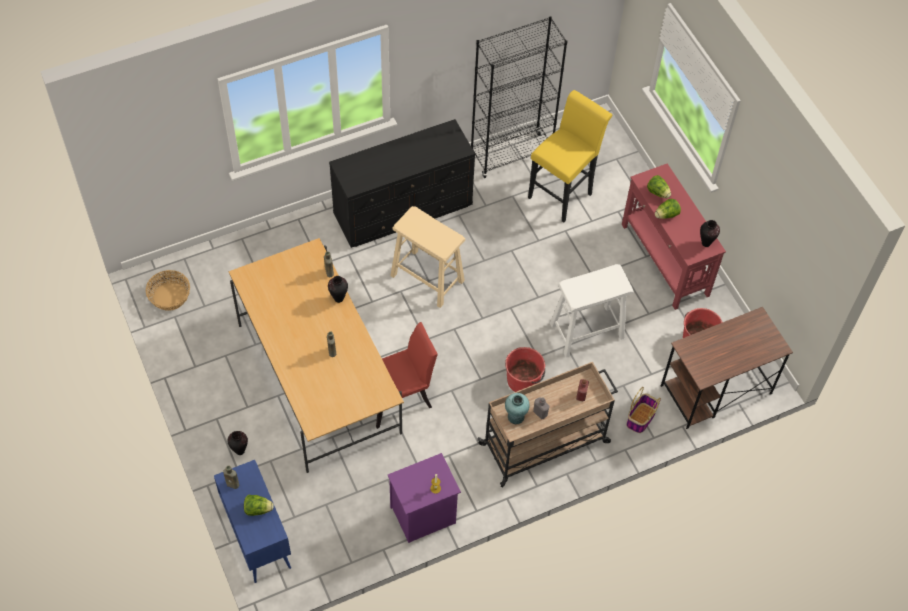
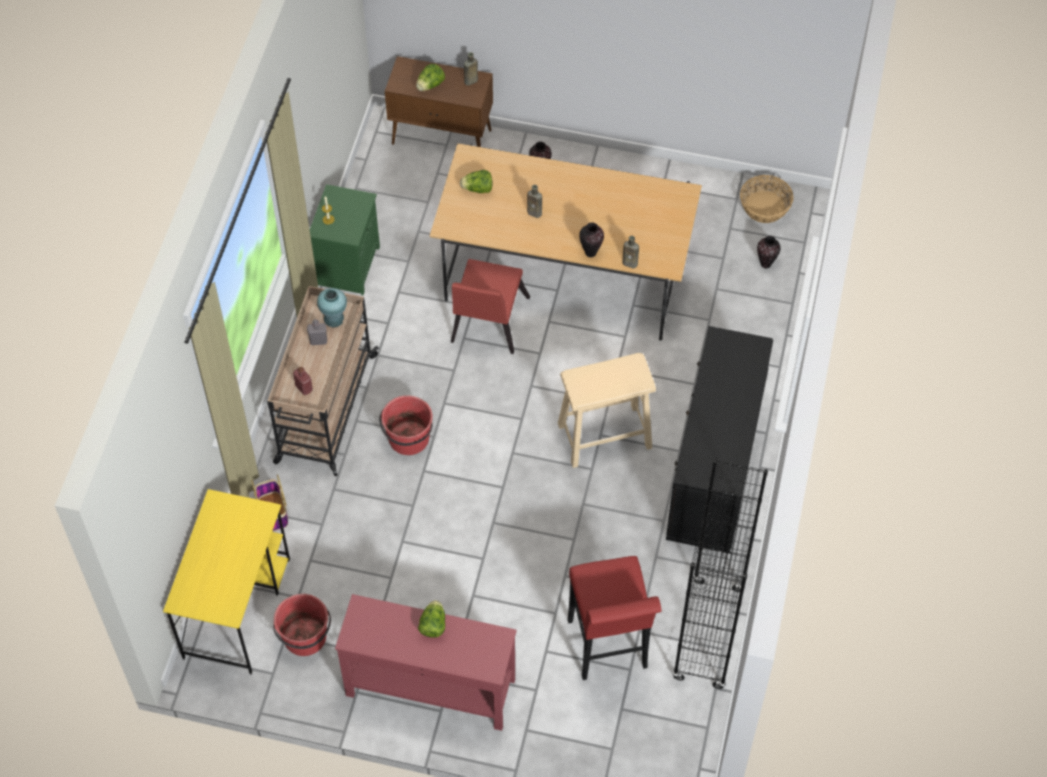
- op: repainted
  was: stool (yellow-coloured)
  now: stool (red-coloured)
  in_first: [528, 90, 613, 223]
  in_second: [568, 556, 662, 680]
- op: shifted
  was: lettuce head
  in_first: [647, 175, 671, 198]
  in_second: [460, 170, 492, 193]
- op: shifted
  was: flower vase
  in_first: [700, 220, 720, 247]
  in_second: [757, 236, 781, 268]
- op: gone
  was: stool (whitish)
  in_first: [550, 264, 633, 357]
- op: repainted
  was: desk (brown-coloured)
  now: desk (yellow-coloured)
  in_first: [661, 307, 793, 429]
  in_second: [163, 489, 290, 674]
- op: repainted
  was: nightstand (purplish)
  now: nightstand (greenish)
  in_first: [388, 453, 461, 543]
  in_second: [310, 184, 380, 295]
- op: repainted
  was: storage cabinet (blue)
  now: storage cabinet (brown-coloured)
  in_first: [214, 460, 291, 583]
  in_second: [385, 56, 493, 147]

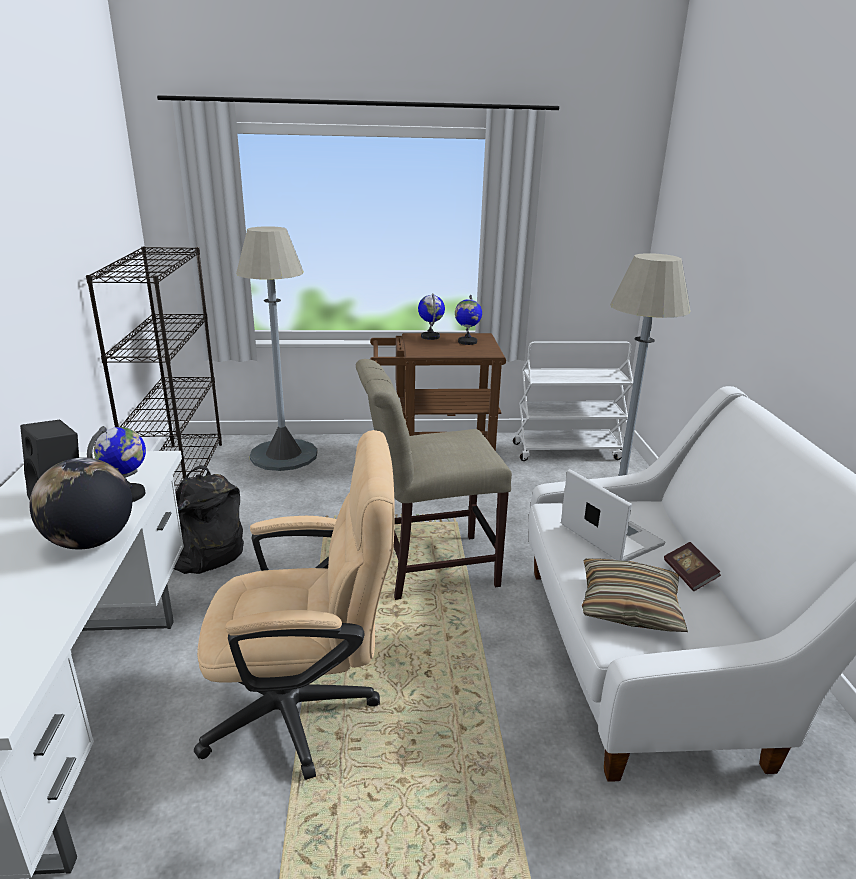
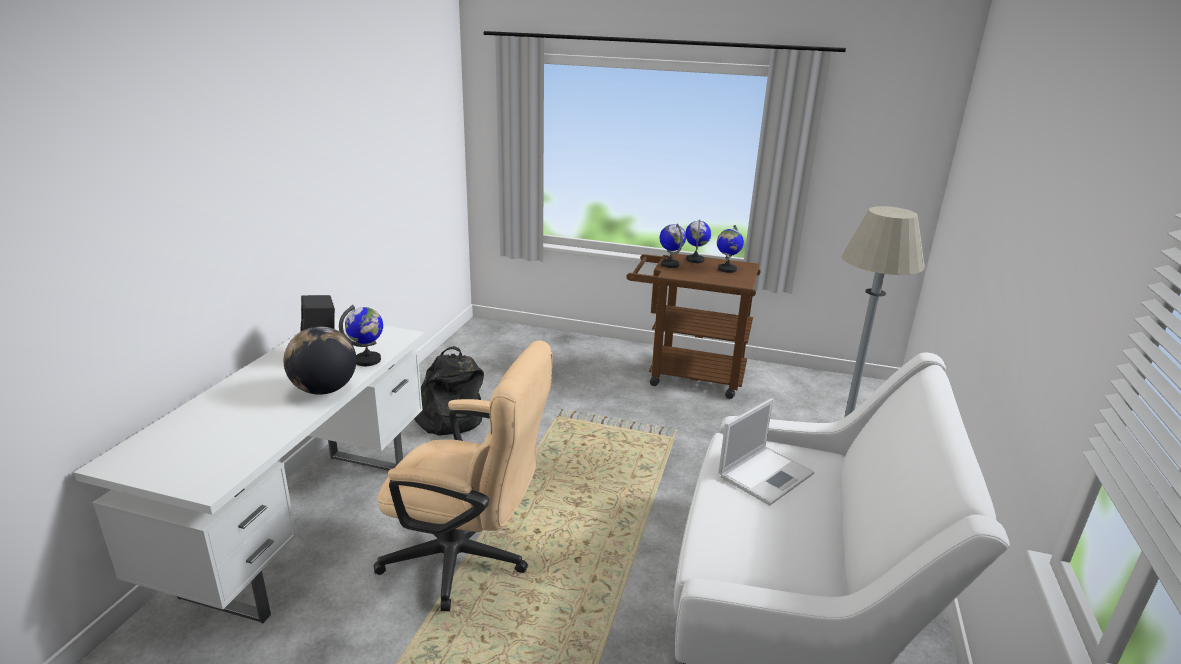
- op: gone
  was: standard lamp (grey)
  in_first: [236, 226, 317, 471]
- op: gone
  was: bookcase (black)
  in_first: [86, 247, 222, 491]
- op: gone
  was: cart (whitish)
  in_first: [513, 342, 633, 461]
- op: gone
  was: upright chair (beige)
  in_first: [356, 359, 512, 600]
- op: rotated
  was: portable computer
  in_first: [561, 469, 665, 561]
  in_second: [718, 398, 814, 506]
  clockwise: 60
- op: gone
  was: bound book
  in_first: [664, 542, 721, 591]
- op: gone
  was: pillow
  in_first: [582, 558, 688, 632]
- op: new
  now: globe
  in_second: [660, 223, 686, 268]

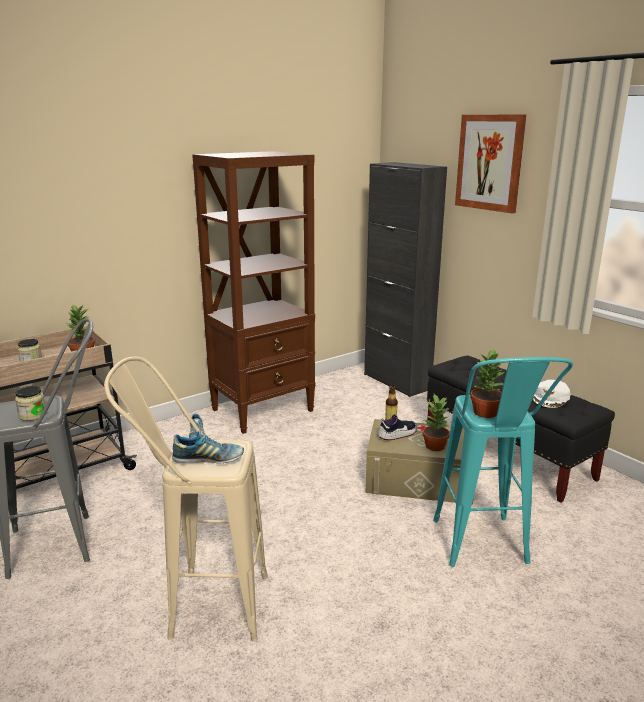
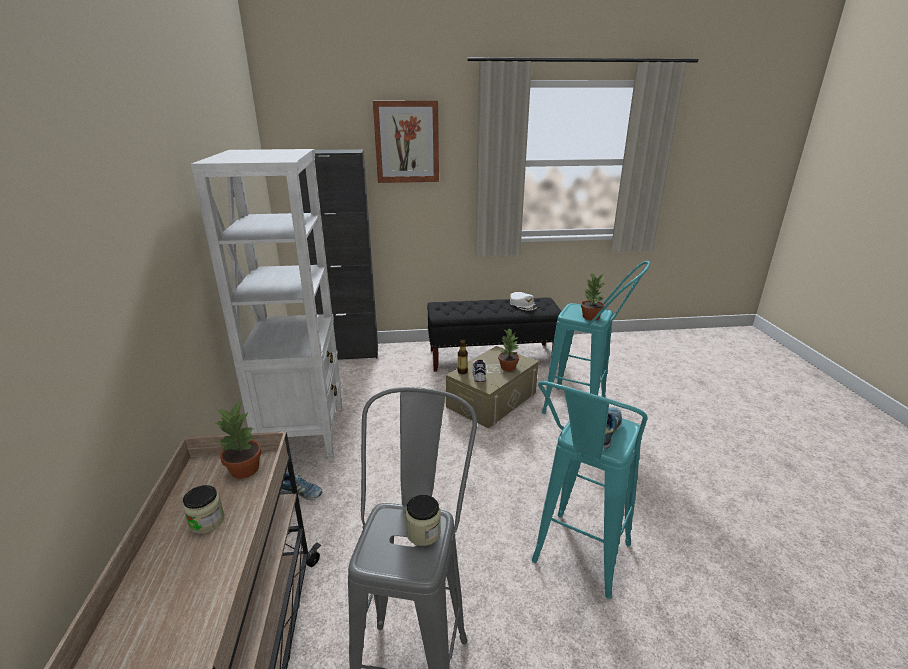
- op: repainted
  was: bookcase (brown-coloured)
  now: bookcase (whitish)
  in_first: [192, 151, 315, 434]
  in_second: [191, 149, 342, 460]
- op: repainted
  was: stool (beige)
  now: stool (blue-green)
  in_first: [104, 357, 268, 642]
  in_second: [532, 381, 648, 599]

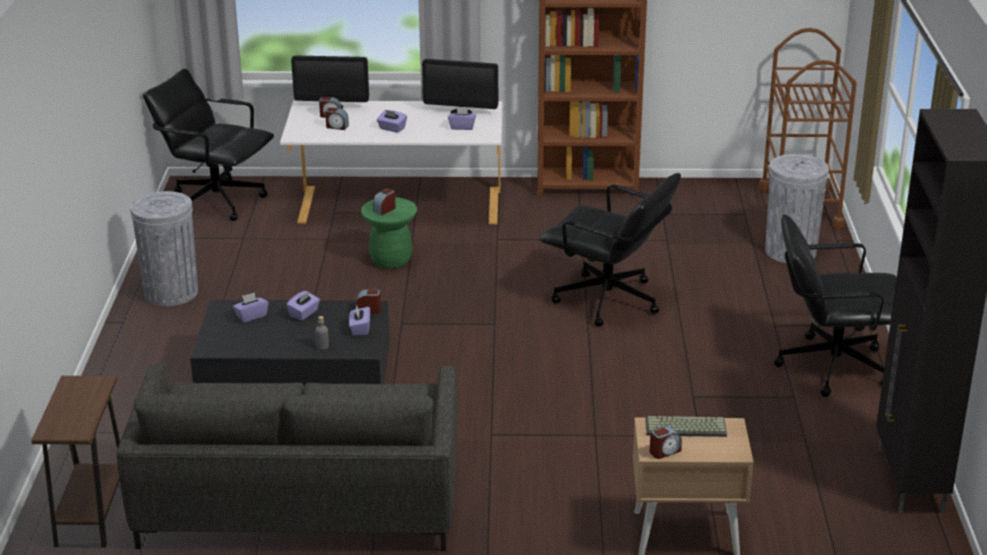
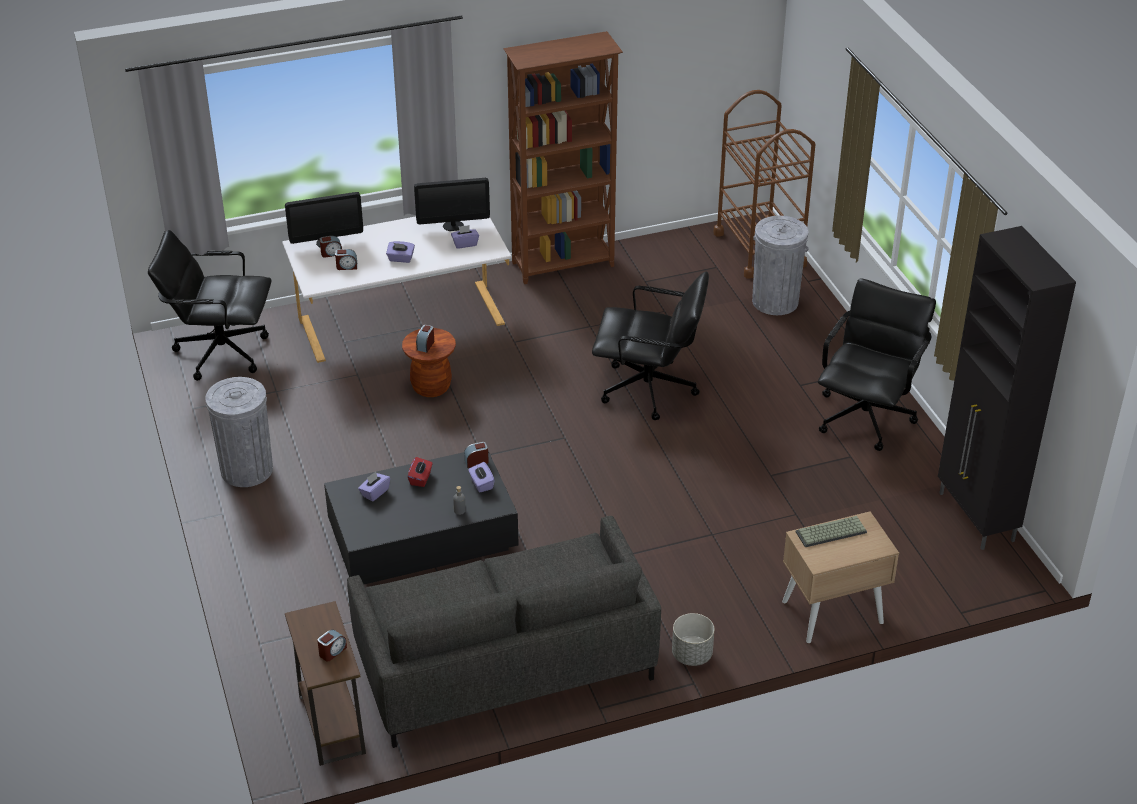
- op: repainted
  was: stool (greenish)
  now: stool (brown-coloured)
  in_first: [361, 197, 417, 269]
  in_second: [402, 328, 456, 397]
- op: rotated
  was: office chair (black)
  in_first: [774, 214, 897, 397]
  in_second: [818, 278, 936, 451]
  clockwise: 135
- op: repainted
  was: tissue box (purplish)
  now: tissue box (red-coloured)
  in_first: [286, 291, 320, 320]
  in_second: [408, 457, 433, 487]
- op: shifted
  was: alarm clock
  in_first: [650, 426, 682, 459]
  in_second: [317, 630, 347, 661]
- op: new
  now: flower pot (grey)
  in_second: [672, 613, 714, 666]

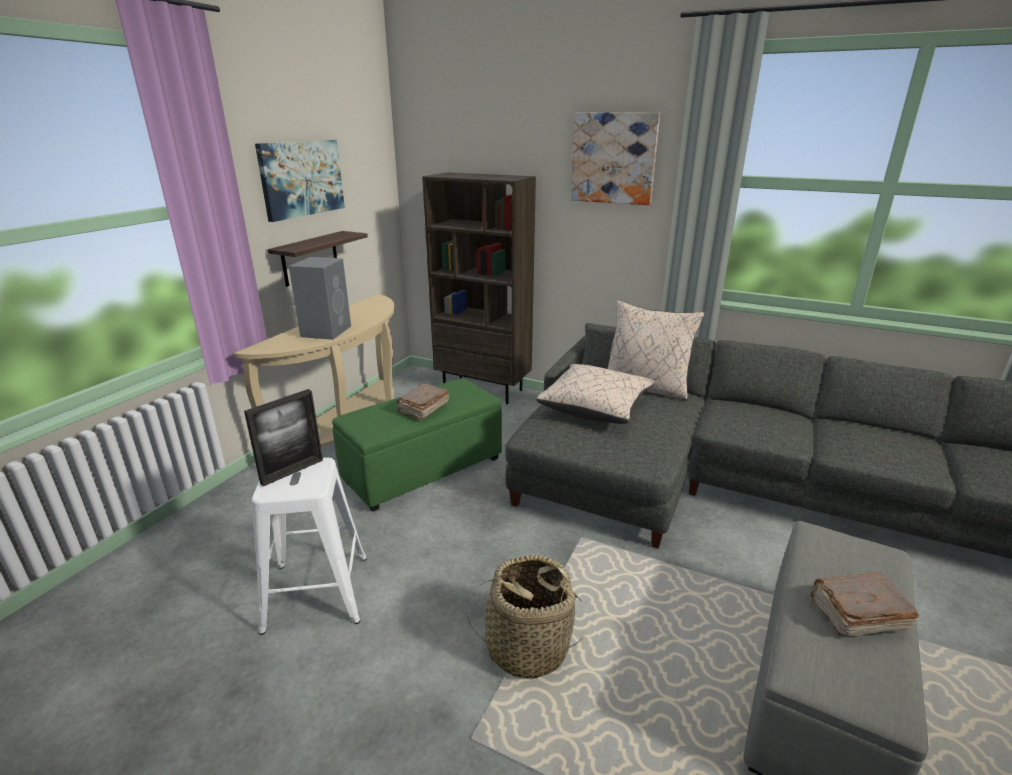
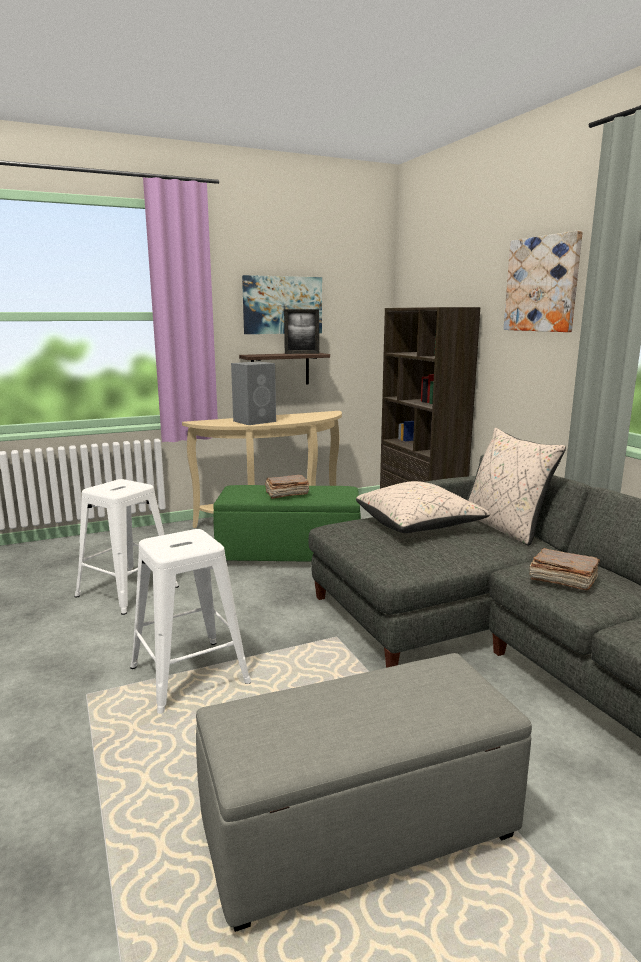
- op: shifted
  was: photo frame
  in_first: [244, 389, 323, 486]
  in_second: [284, 309, 319, 354]
- op: swapped
  was: household basket
  now: stool (whitish)
  in_first: [466, 555, 582, 679]
  in_second: [130, 529, 251, 714]
- op: shifted
  was: bound book (brown-coloured)
  in_first: [811, 572, 919, 636]
  in_second: [529, 548, 600, 590]

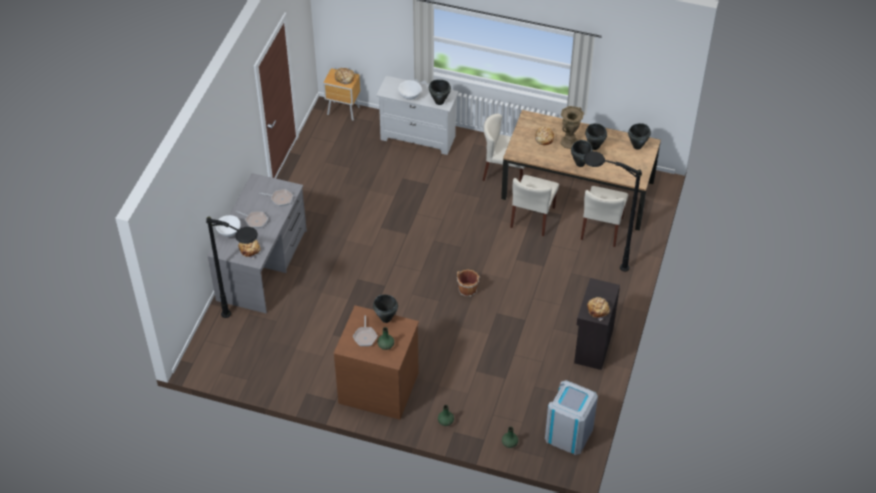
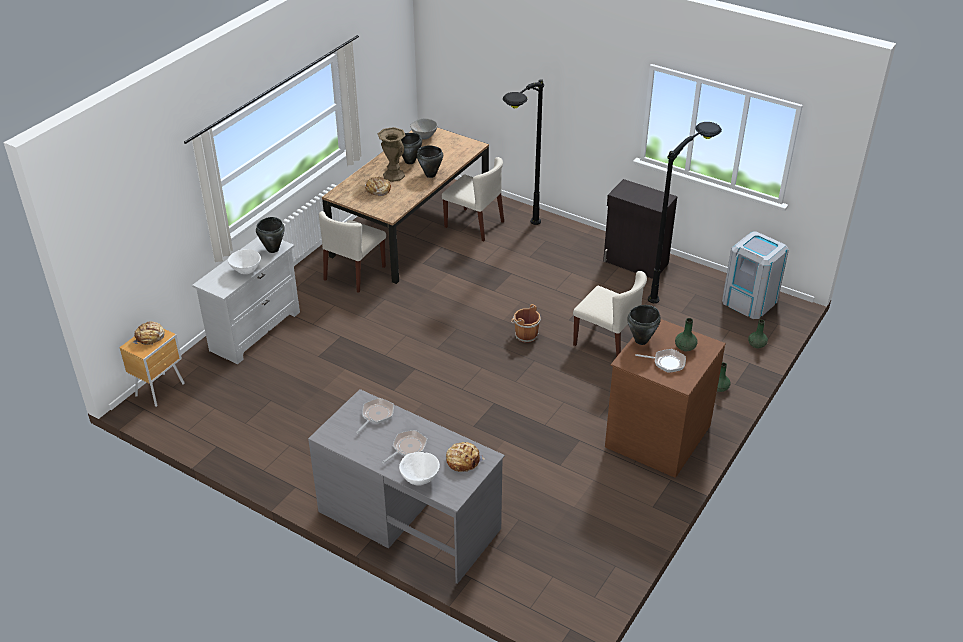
- op: swapped
  was: saucepot (black)
  now: bowl (grey)
  in_first: [628, 123, 651, 150]
  in_second: [410, 118, 438, 139]
- op: shifted
  was: upright chair (beige)
  in_first: [510, 175, 559, 236]
  in_second: [573, 271, 647, 357]
- op: shifted
  was: standard lamp (black)
  in_first: [206, 217, 258, 318]
  in_second: [648, 122, 722, 303]
- op: gone
  was: baked bread
  in_first: [587, 297, 610, 321]

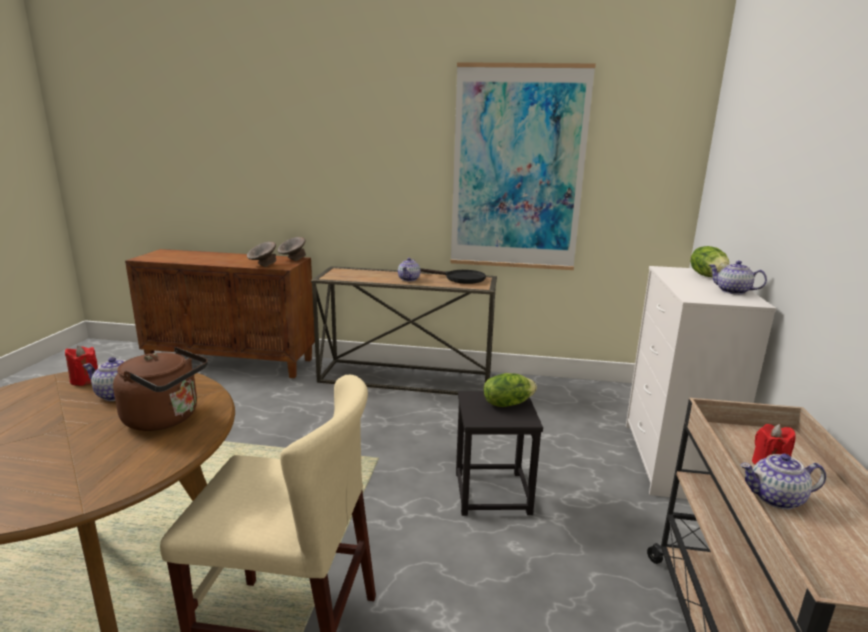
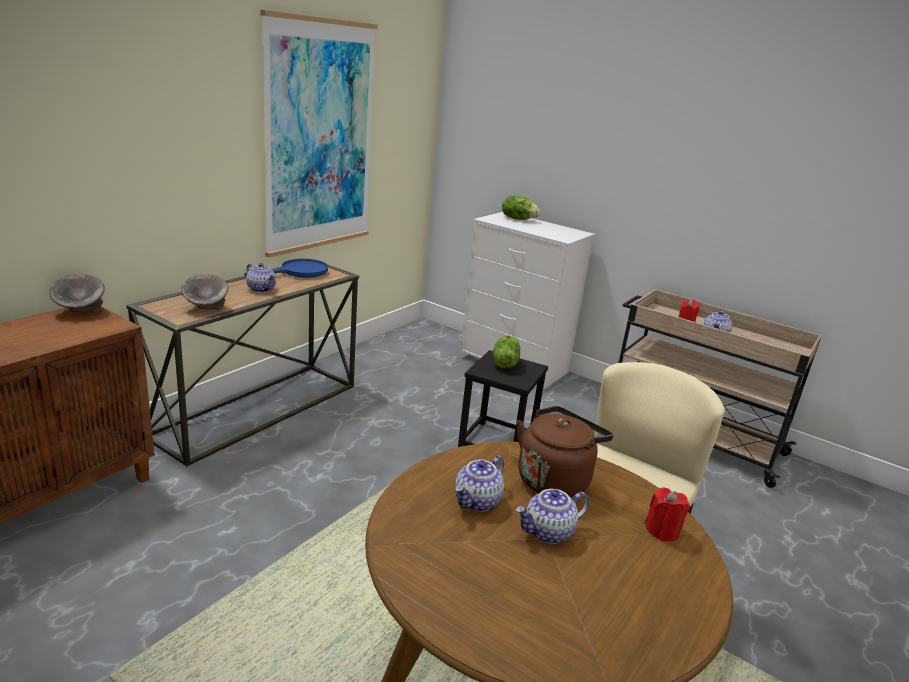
- op: shifted
  was: bowl (grey)
  in_first: [247, 242, 276, 267]
  in_second: [182, 274, 228, 310]
- op: shifted
  was: pot for tea
  in_first: [709, 261, 767, 295]
  in_second: [516, 489, 589, 544]
- op: repainted
  was: pan (black)
  now: pan (blue)
  in_first: [420, 268, 486, 284]
  in_second: [244, 259, 328, 278]
- op: shifted
  was: candle (red-coloured)
  in_first: [65, 346, 98, 386]
  in_second: [645, 487, 690, 541]

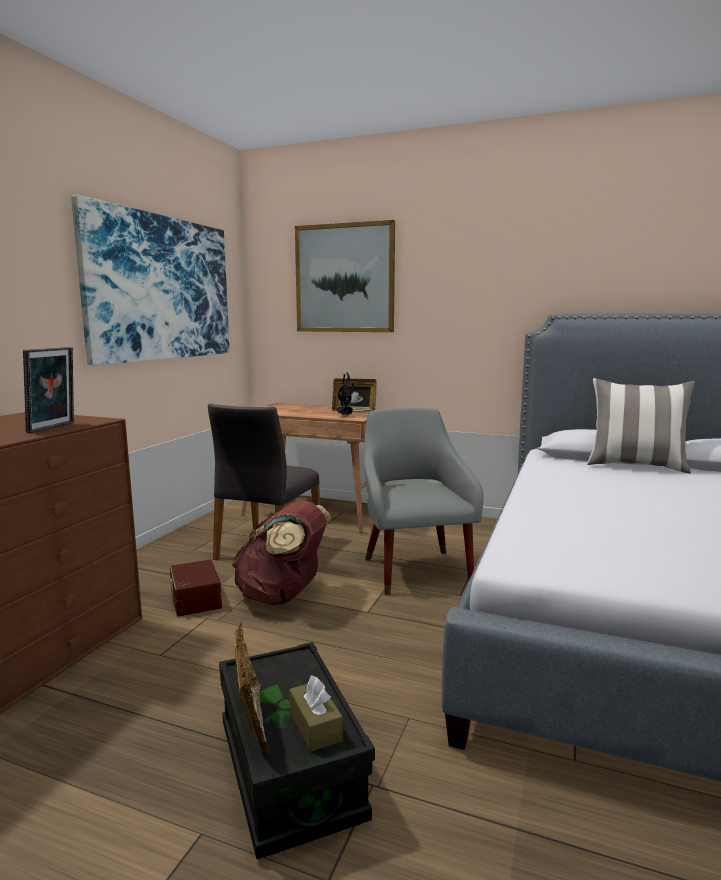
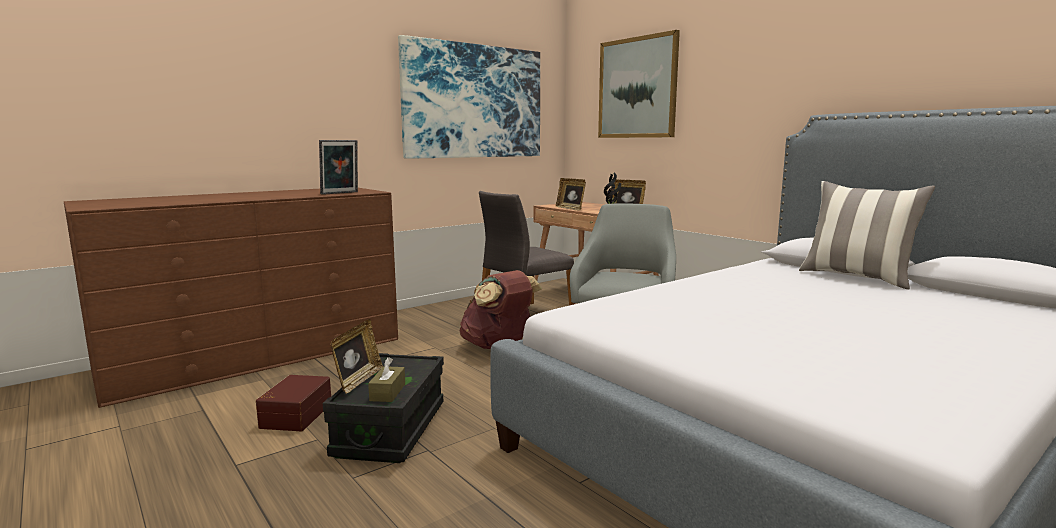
- op: shifted
  was: storage box (brown-coloured)
  in_first: [169, 560, 222, 617]
  in_second: [256, 375, 331, 431]
- op: new
  now: photo frame
  in_second: [556, 178, 586, 211]

